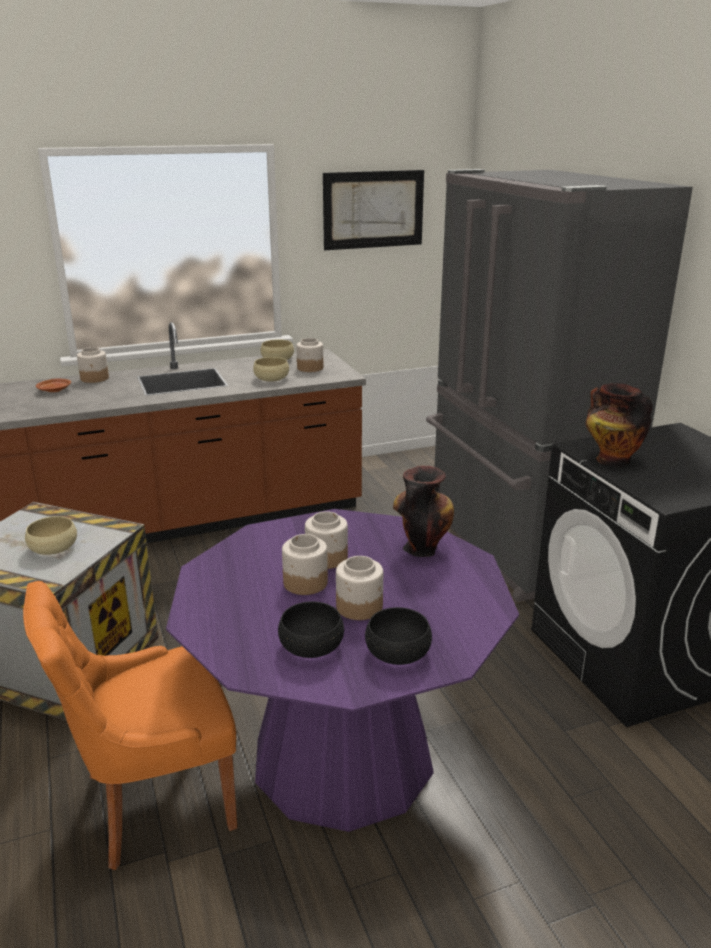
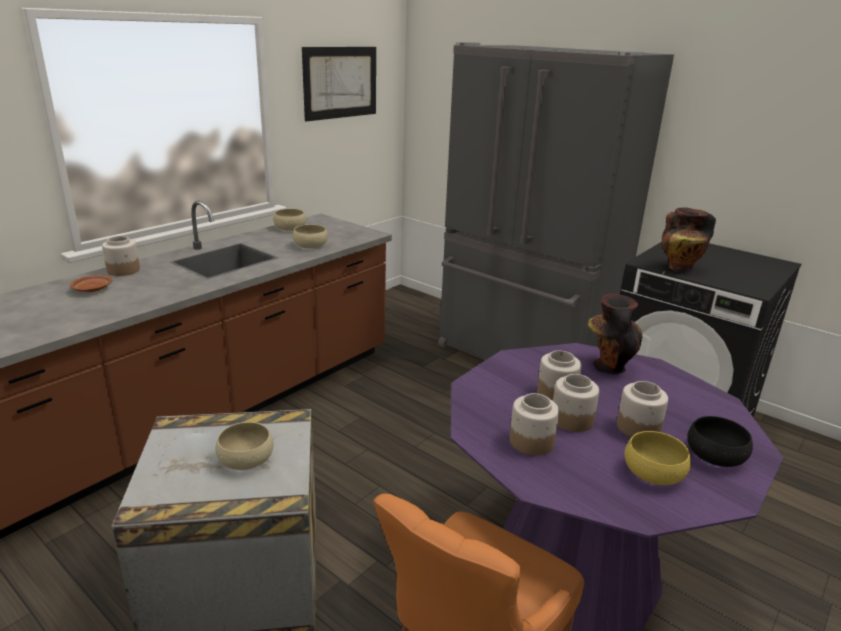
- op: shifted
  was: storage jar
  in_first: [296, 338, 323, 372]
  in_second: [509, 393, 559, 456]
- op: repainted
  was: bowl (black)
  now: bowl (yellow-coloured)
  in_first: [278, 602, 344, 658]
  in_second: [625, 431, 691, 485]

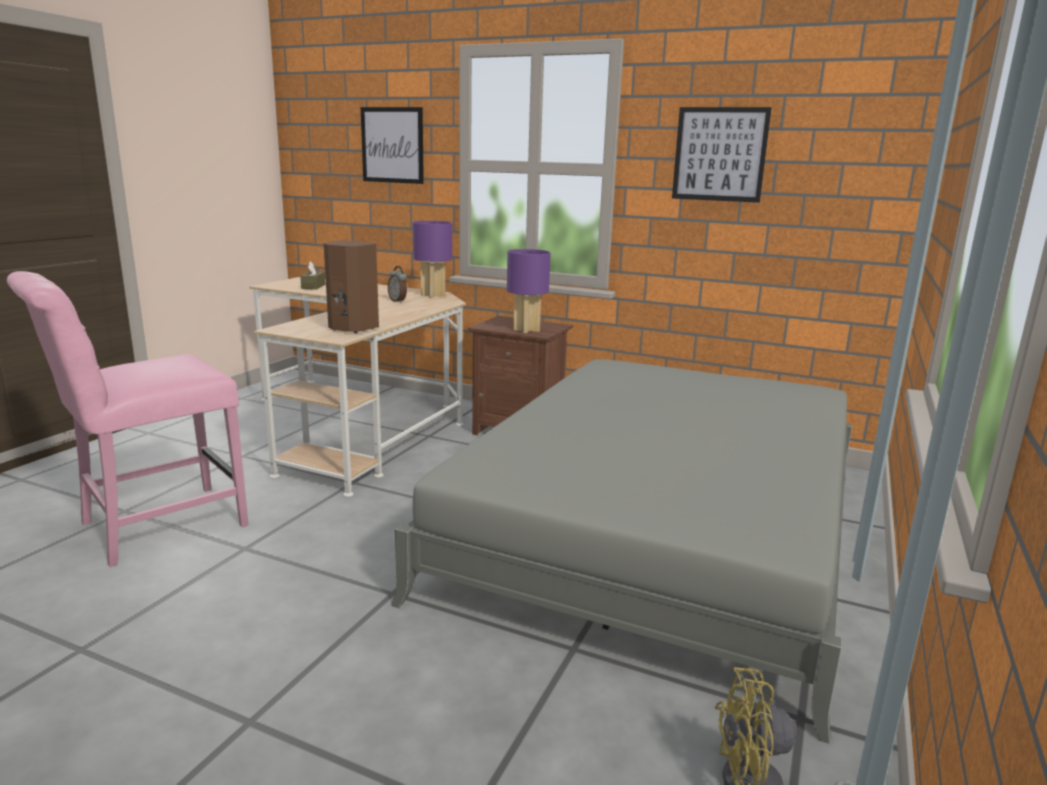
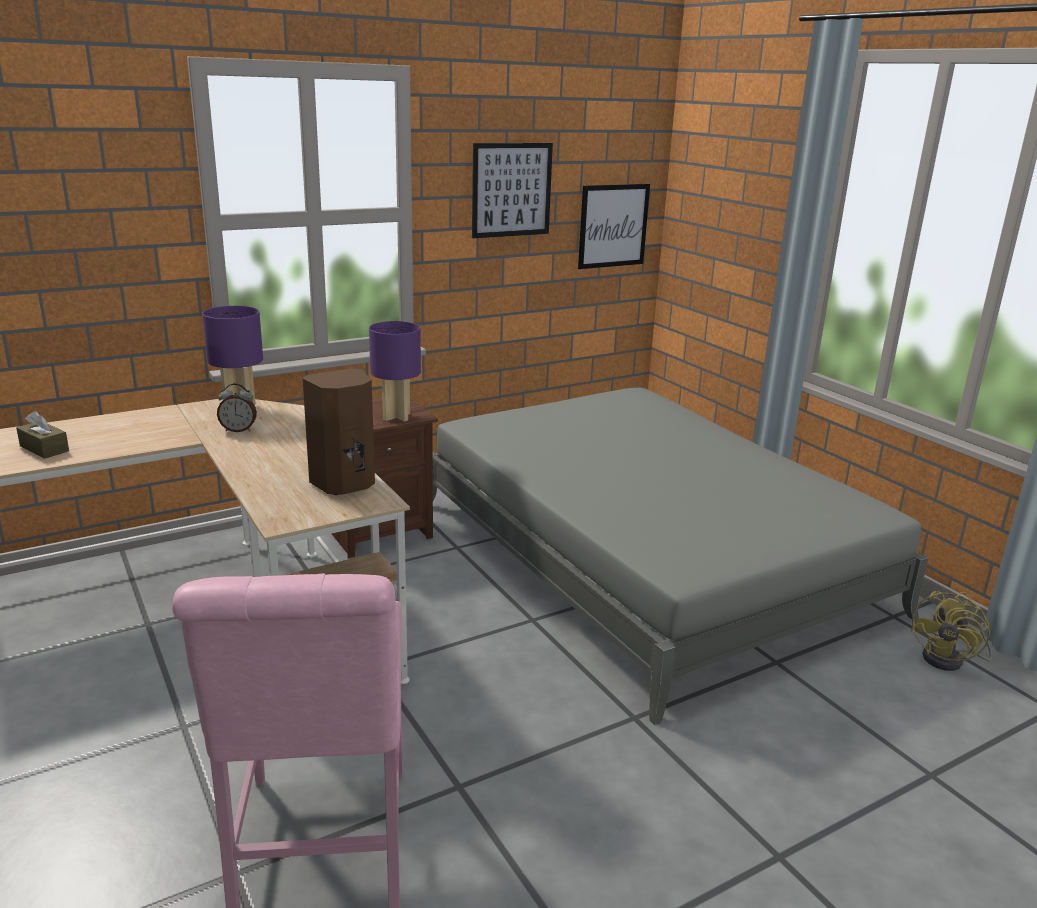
- op: shifted
  was: picture
  in_first: [361, 107, 424, 184]
  in_second: [578, 184, 650, 269]

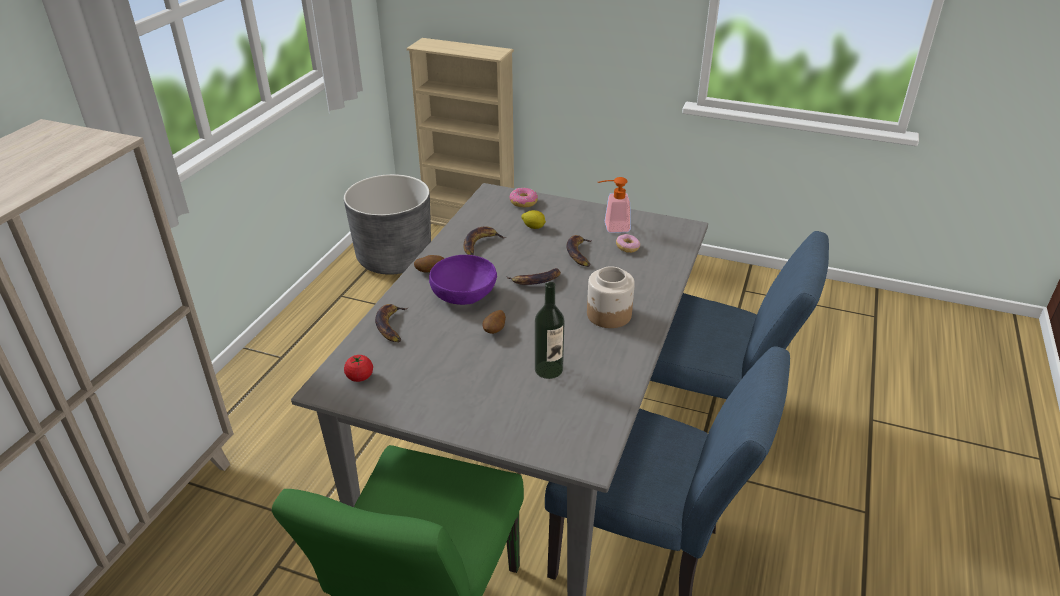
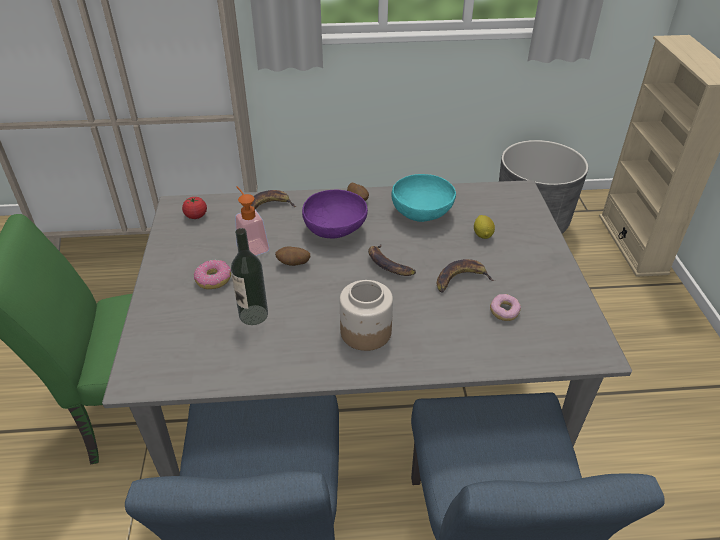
- op: shifted
  was: liquid soap bottle
  in_first: [598, 177, 631, 233]
  in_second: [235, 186, 269, 256]
- op: shifted
  was: ring doughnut
  in_first: [509, 188, 538, 207]
  in_second: [194, 260, 231, 289]
- op: swapped
  was: banana fruit
  now: bowl (blue-green)
  in_first: [464, 226, 506, 255]
  in_second: [391, 174, 456, 222]

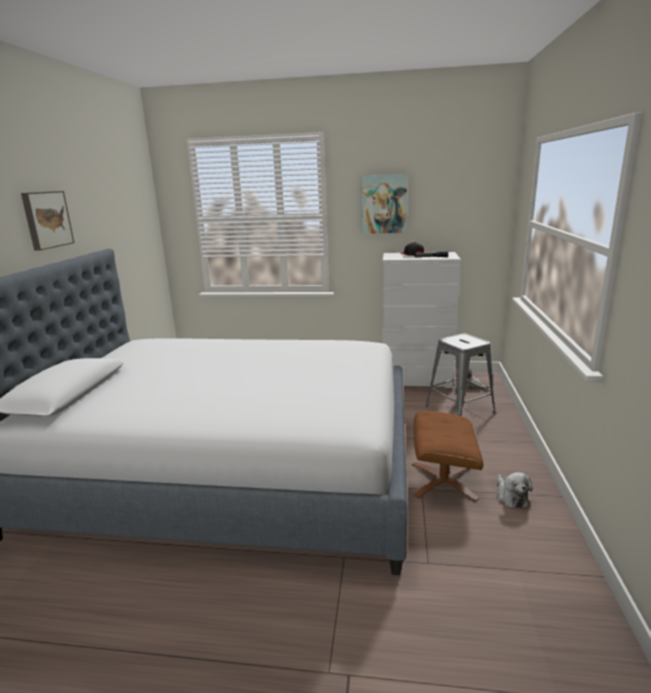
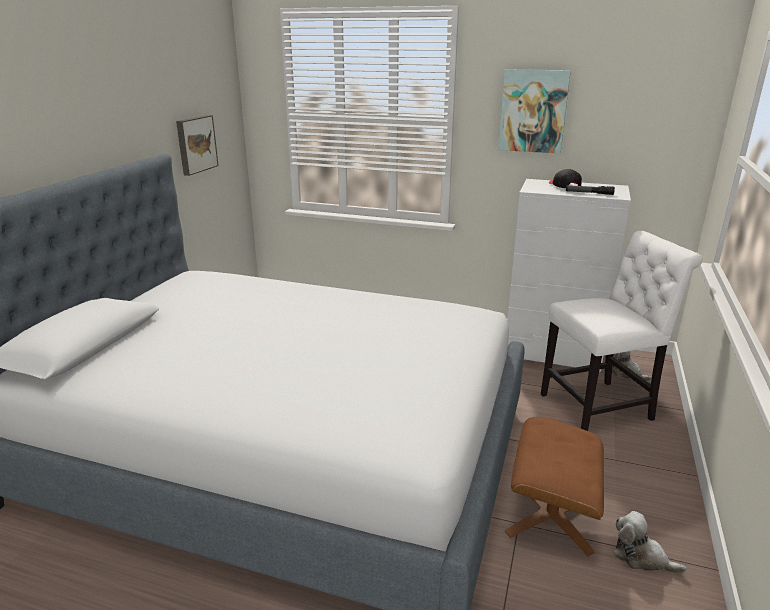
- op: shifted
  was: picture
  in_first: [21, 191, 74, 250]
  in_second: [176, 115, 219, 176]
- op: swapped
  was: stool (grey)
  now: upright chair (whitish)
  in_first: [425, 334, 496, 416]
  in_second: [541, 231, 703, 431]
- op: rotated
  was: soft toy
  in_first: [497, 472, 532, 508]
  in_second: [614, 511, 687, 574]
  clockwise: 120

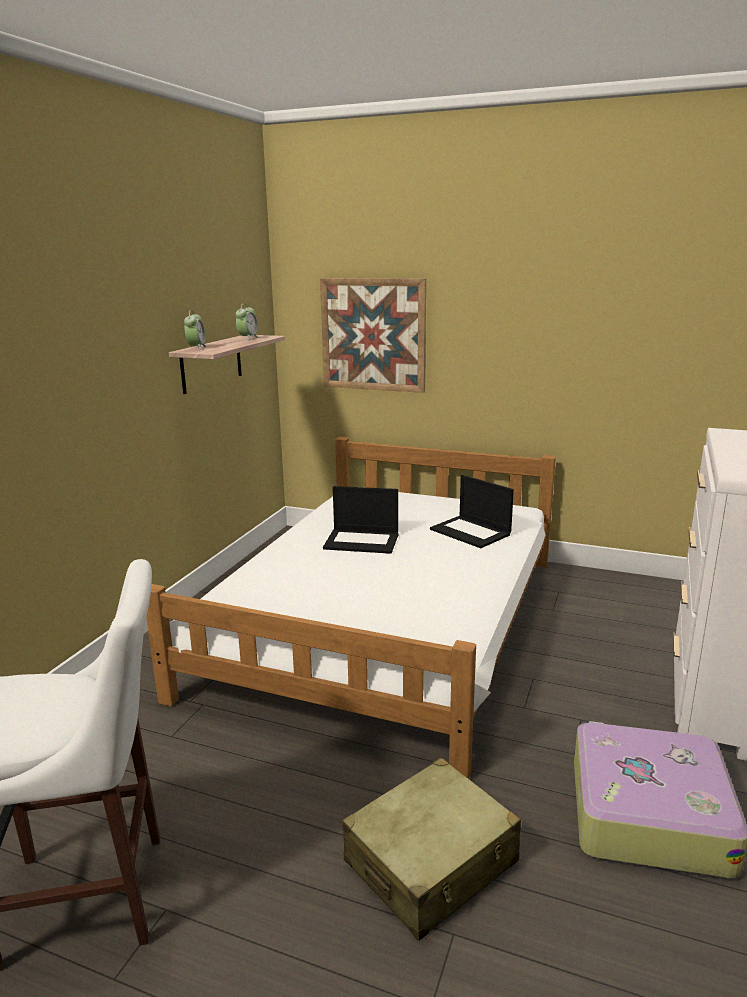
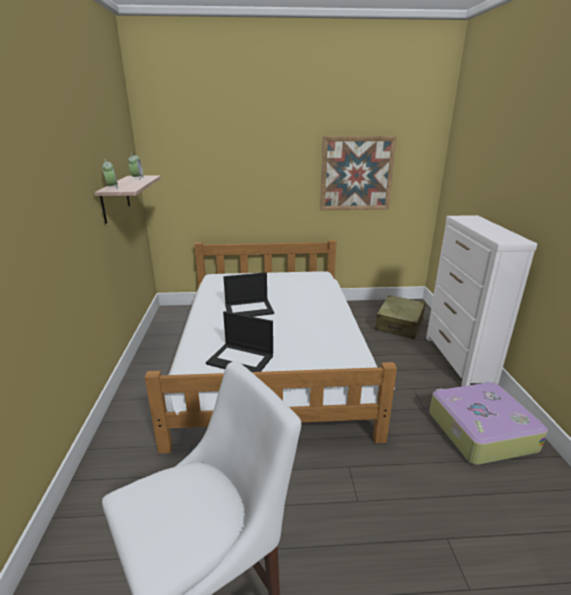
- op: shifted
  was: picture
  in_first: [320, 278, 426, 393]
  in_second: [320, 136, 397, 211]
- op: shifted
  was: portable computer
  in_first: [430, 475, 514, 548]
  in_second: [206, 311, 273, 372]
- op: shifted
  was: suitcase (beige)
  in_first: [342, 758, 521, 941]
  in_second: [375, 295, 426, 339]

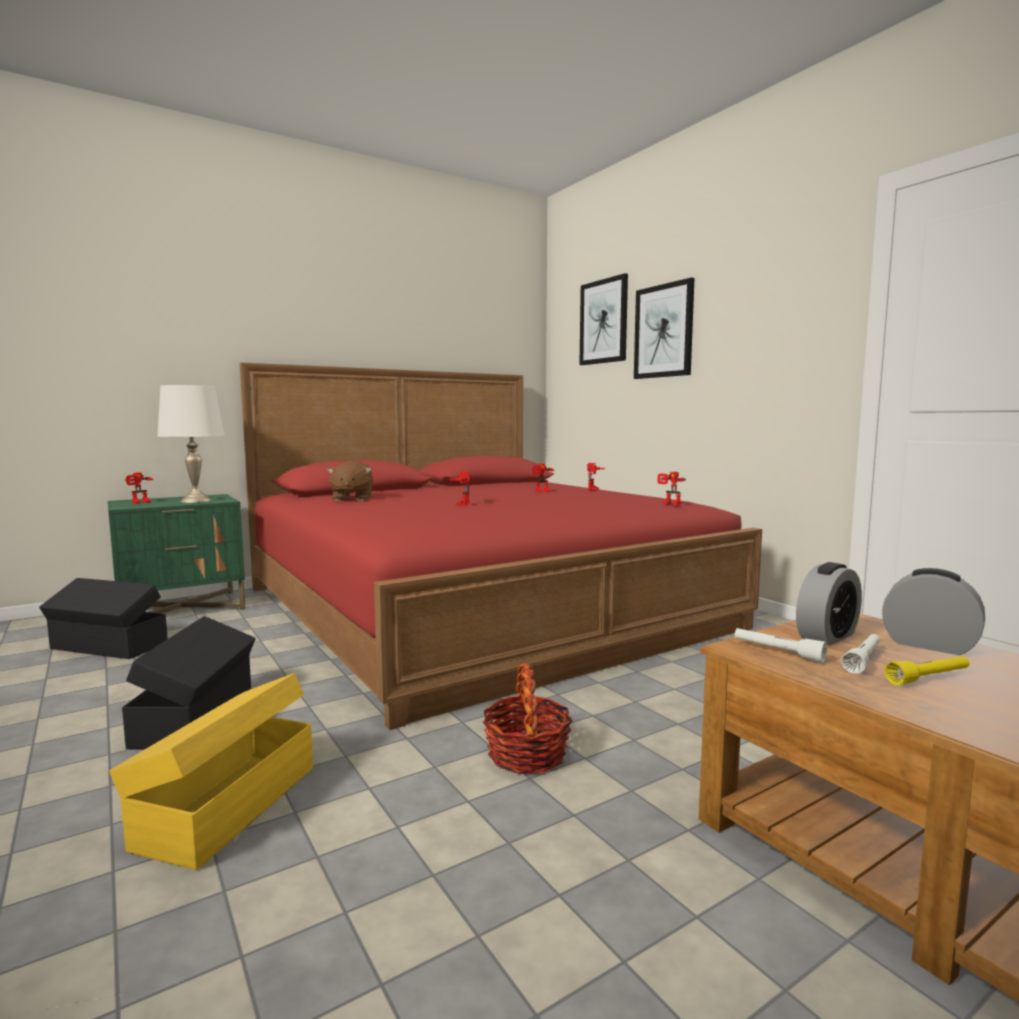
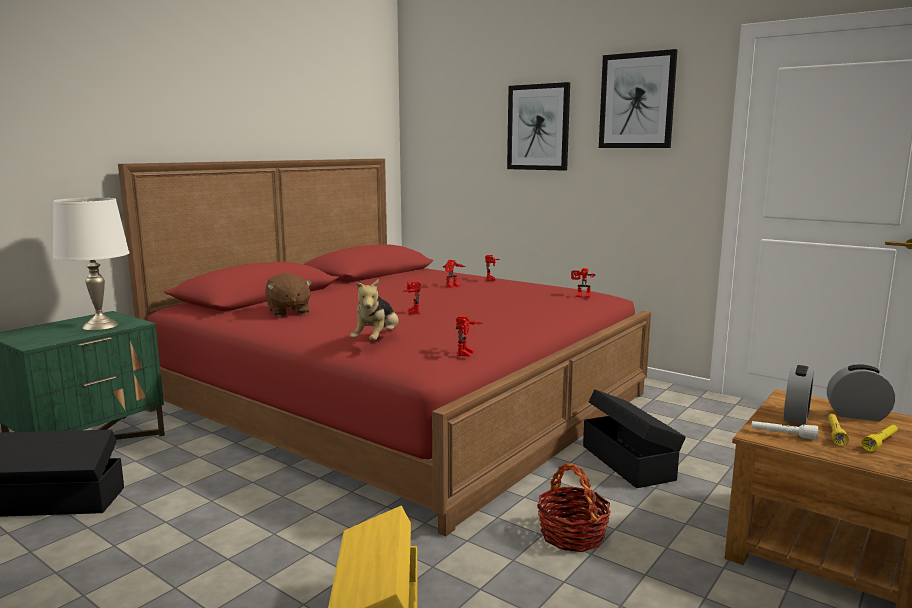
- op: shifted
  was: picture
  in_first: [579, 273, 628, 365]
  in_second: [599, 49, 677, 148]
- op: shifted
  was: robot figure
  in_first: [125, 472, 154, 504]
  in_second: [456, 316, 482, 357]
- op: shifted
  was: storage box (black)
  in_first: [122, 616, 256, 749]
  in_second: [583, 389, 686, 488]
- op: repainted
  was: flashlight (whitish)
  now: flashlight (yellow-coloured)
  in_first: [841, 634, 880, 674]
  in_second: [828, 414, 849, 446]
- op: new
  now: soft toy
  in_second: [350, 279, 399, 341]

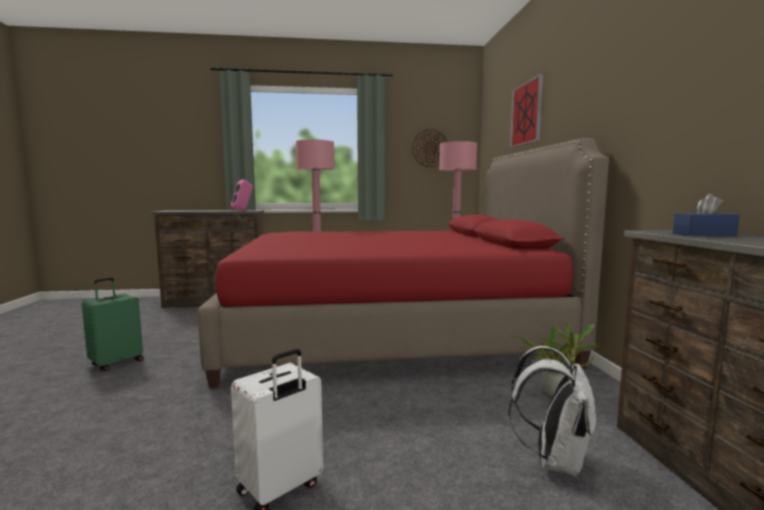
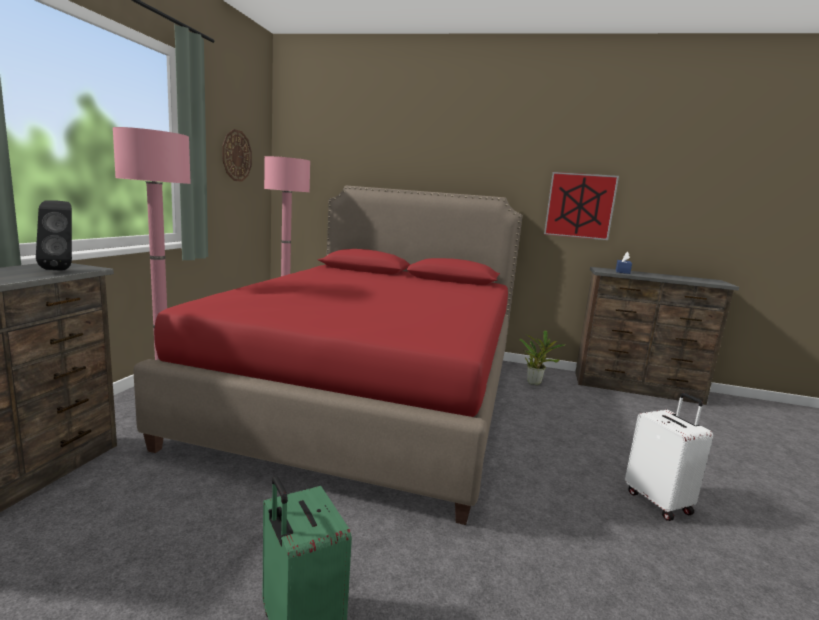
- op: shifted
  was: picture
  in_first: [510, 74, 543, 148]
  in_second: [544, 172, 619, 240]
- op: repainted
  was: loudspeaker (pink-coloured)
  now: loudspeaker (black)
  in_first: [230, 179, 253, 211]
  in_second: [36, 200, 72, 271]
- op: gone
  was: rucksack (whitish)
  in_first: [509, 346, 596, 477]

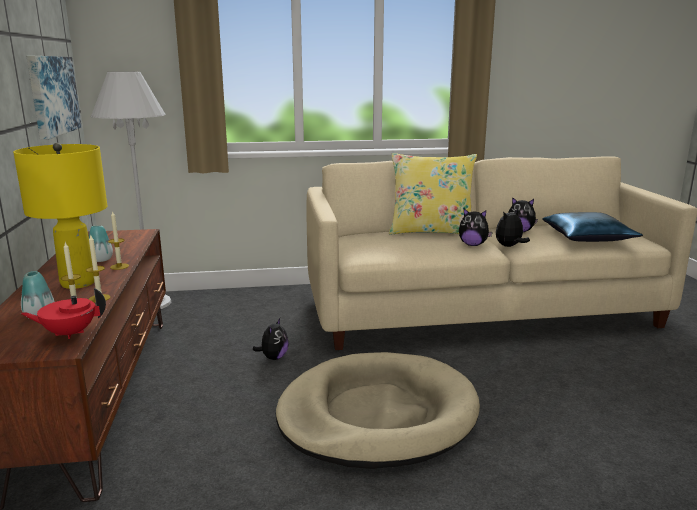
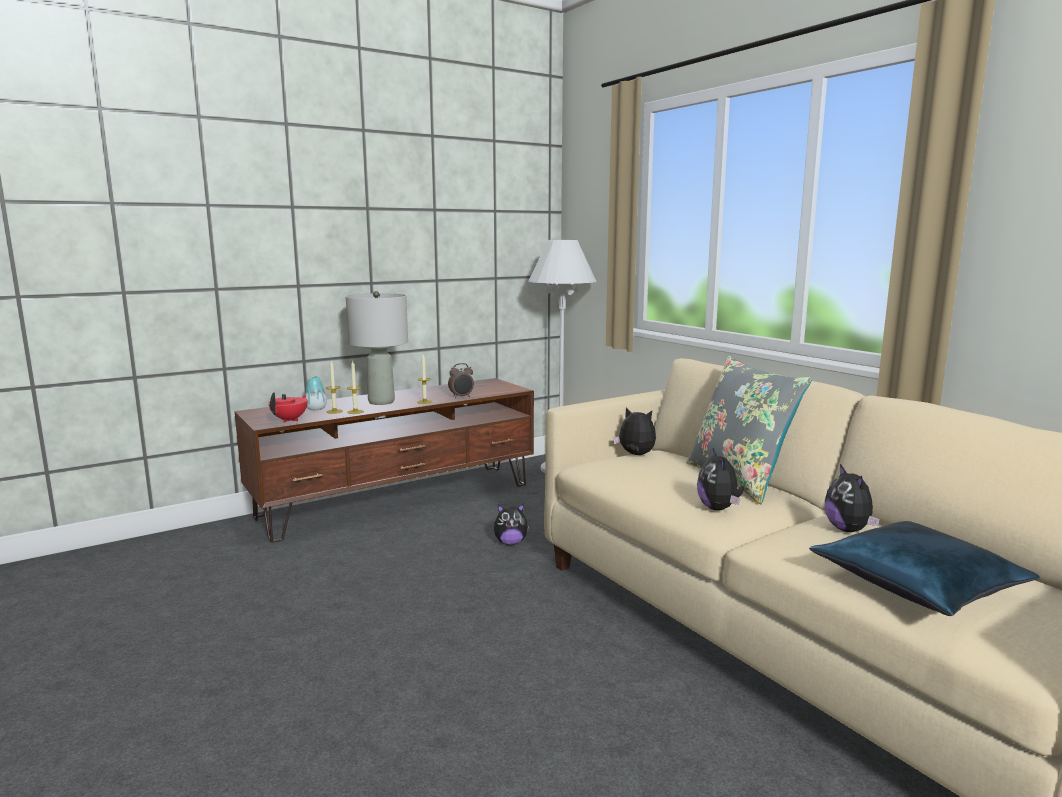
- op: gone
  was: picture
  in_first: [26, 56, 82, 140]
- op: repainted
  was: table lamp (yellow-coloured)
  now: table lamp (grey)
  in_first: [13, 143, 107, 289]
  in_second: [346, 291, 408, 405]
- op: repainted
  was: pillow (yellow-coloured)
  now: pillow (grey)
  in_first: [389, 153, 477, 235]
  in_second: [686, 356, 812, 504]
- op: shifted
  was: soft toy
  in_first: [496, 208, 530, 247]
  in_second: [613, 407, 656, 455]
- op: gone
  was: flower vase
  in_first: [89, 225, 113, 262]
- op: rotated
  was: pot for tea (red-coloured)
  in_first: [21, 288, 106, 339]
  in_second: [268, 392, 308, 422]
  clockwise: 60
- op: gone
  was: pet bed (beige)
  in_first: [276, 352, 480, 469]
- op: new
  now: alarm clock
  in_second: [448, 363, 474, 398]

